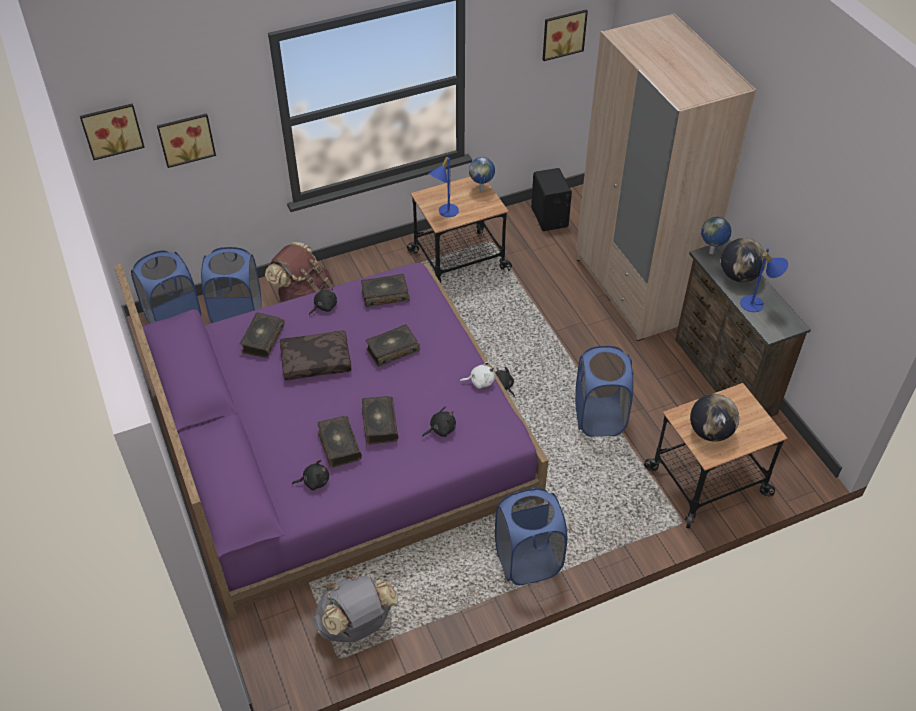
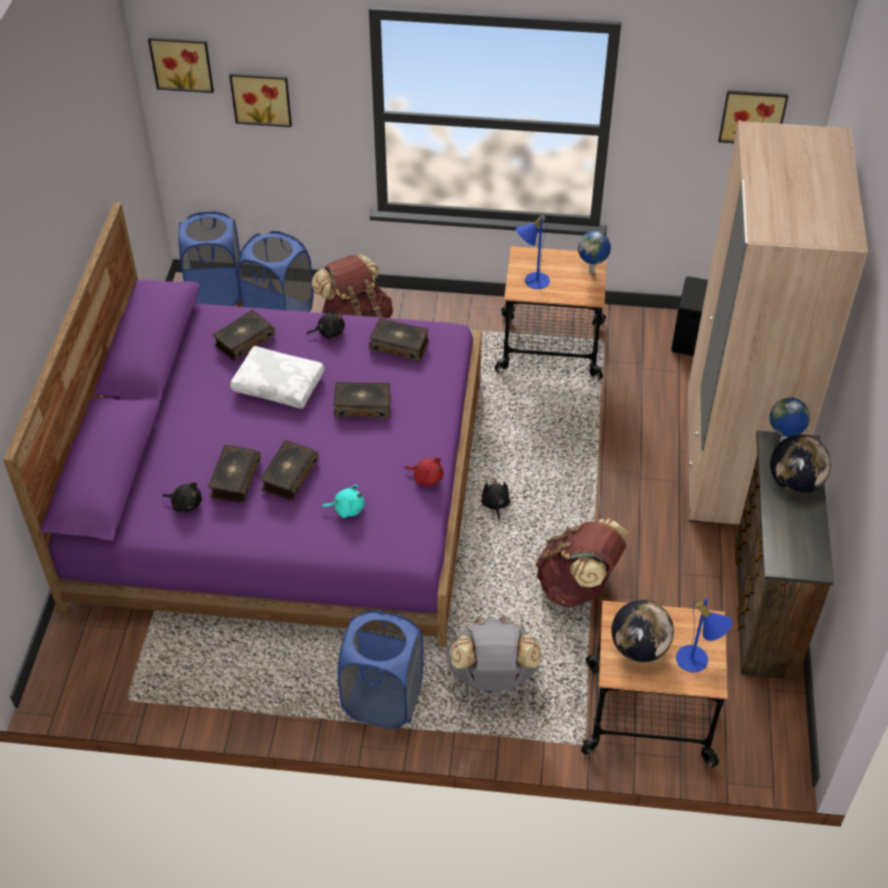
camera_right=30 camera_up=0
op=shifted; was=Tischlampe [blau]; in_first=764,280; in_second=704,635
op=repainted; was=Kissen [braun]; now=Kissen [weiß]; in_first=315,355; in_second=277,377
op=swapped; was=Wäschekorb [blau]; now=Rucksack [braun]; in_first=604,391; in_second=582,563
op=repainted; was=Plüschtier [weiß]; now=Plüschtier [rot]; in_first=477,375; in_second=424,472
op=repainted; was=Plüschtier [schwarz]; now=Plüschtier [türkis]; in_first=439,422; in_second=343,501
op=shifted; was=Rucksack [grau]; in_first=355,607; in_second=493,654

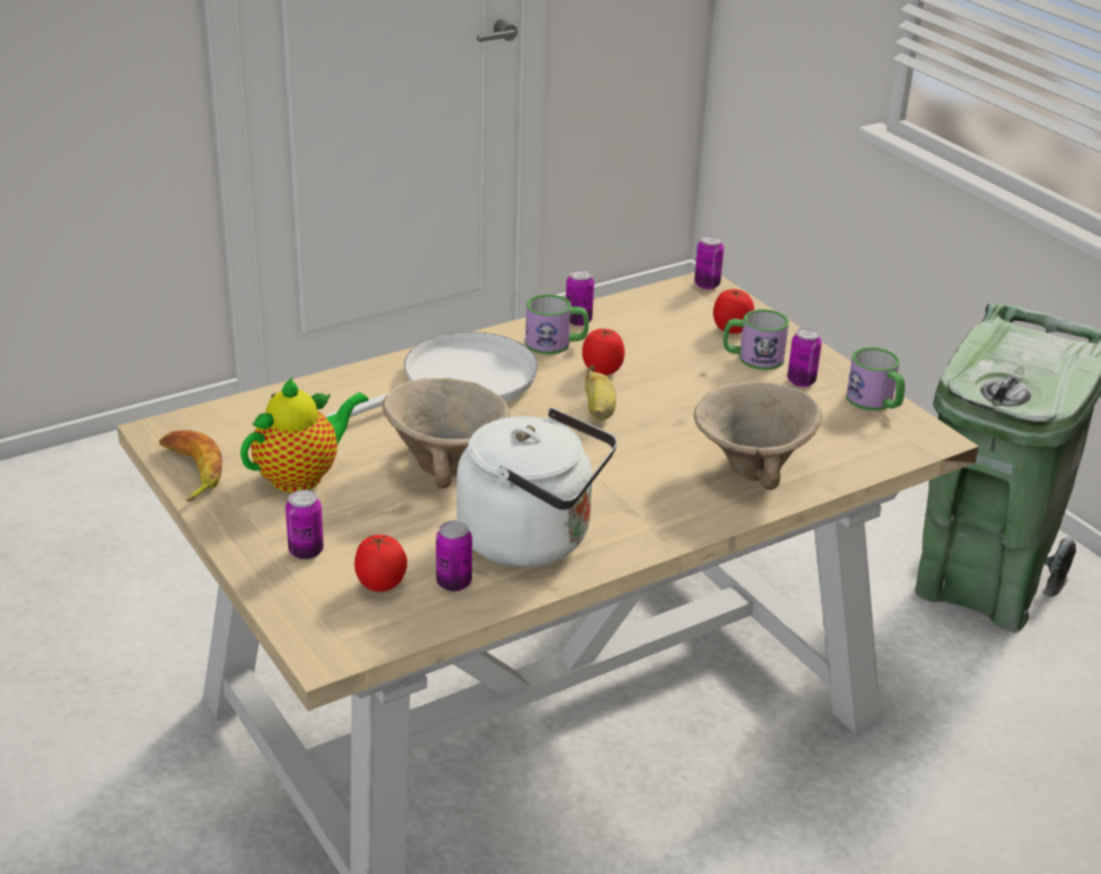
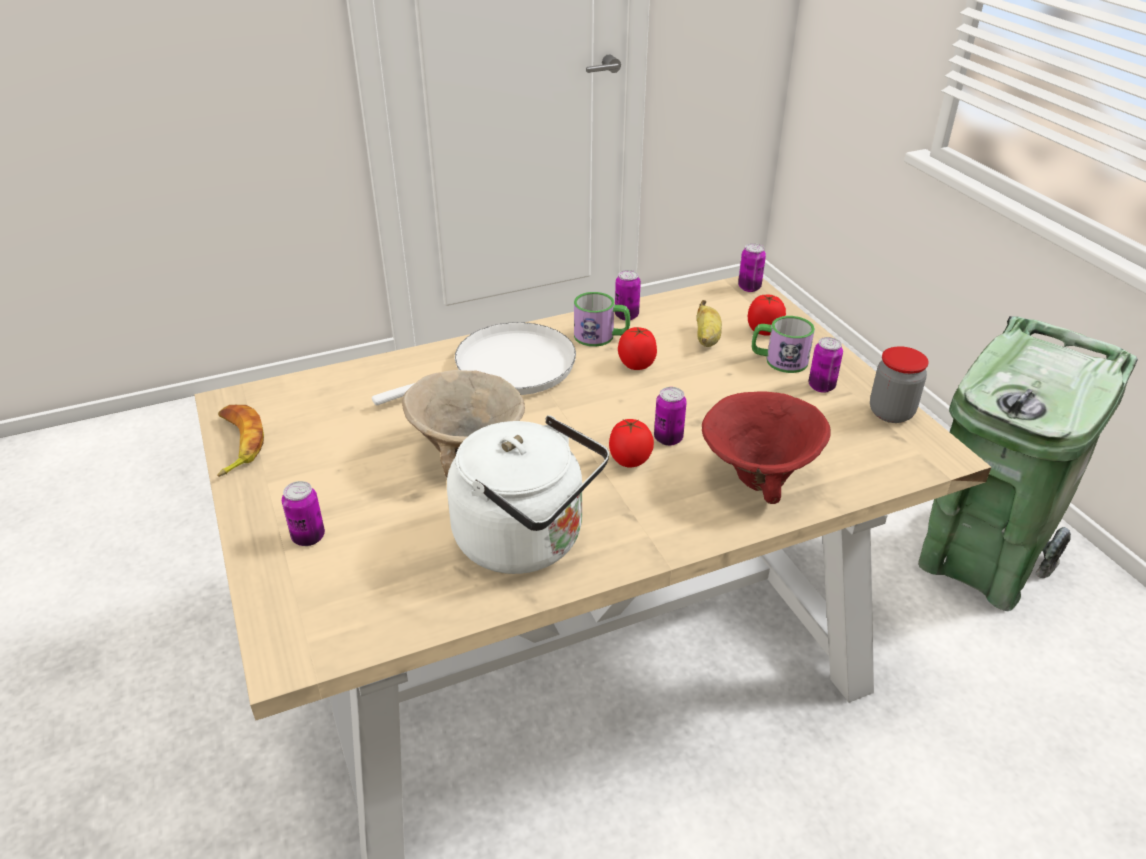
camera_right=10 camera_up=5
op=swapped; was=Henkelbecher; now=Vorratsglas; in_first=875,379; in_second=899,384
op=shifted; was=Banane; in_first=600,393; in_second=709,323
op=gone; was=Teekanne; in_first=304,435
op=repainted; was=Schüssel [beige]; now=Schüssel [rot]; in_first=758,436; in_second=766,447
op=shifted; was=Dose; in_first=454,556; in_second=670,416
op=shifted; was=Tomate; in_first=380,563; in_second=631,443

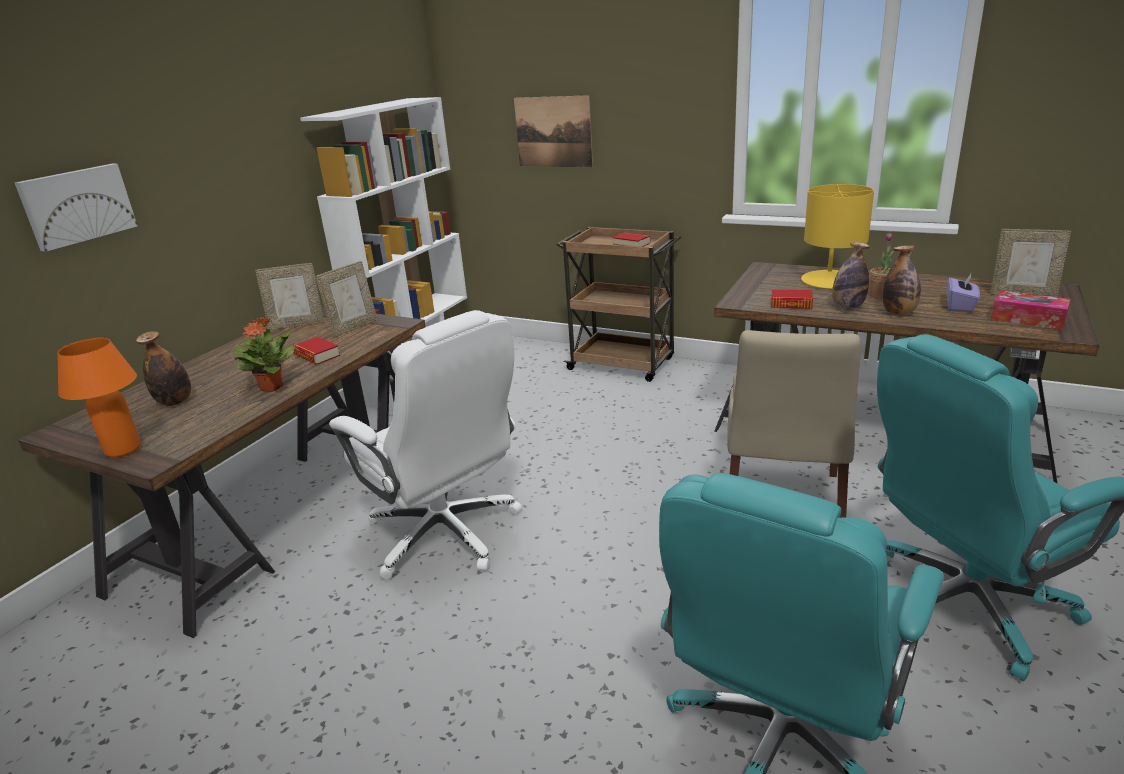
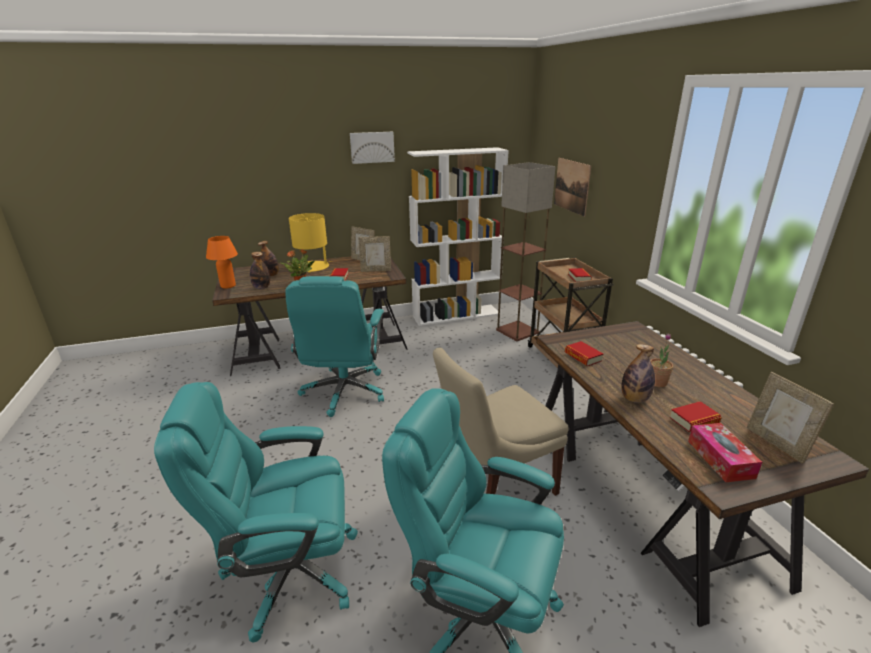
camera_right=45 camera_up=0
op=shifted; was=Bild; in_first=76,208; in_second=372,148
op=shifted; was=Tischlampe [gelb]; in_first=837,236; in_second=310,243
op=shifted; was=Flasche; in_first=851,275; in_second=260,270
op=swapped; was=Taschentuchbox [lila]; now=Buch; in_first=963,292; in_second=695,416
op=repainted; was=Bürostuhl [weiß]; now=Bürostuhl [türkis]; in_first=425,445; in_second=334,346
op=new; now=Stehlampe; in_second=526,251

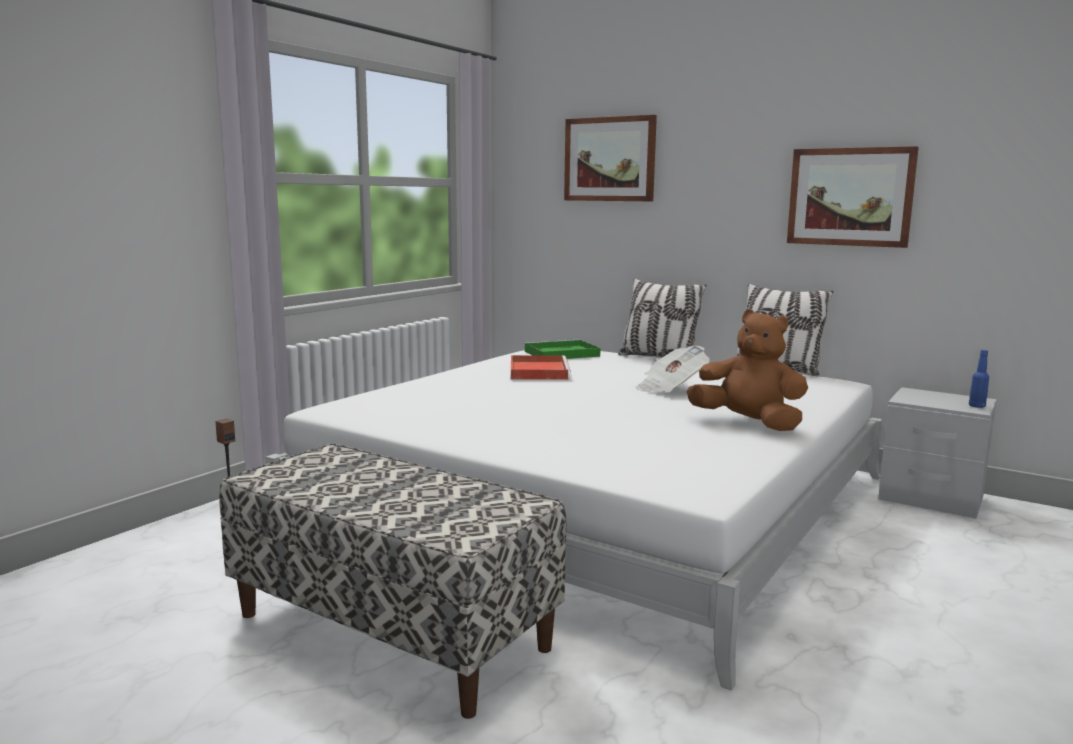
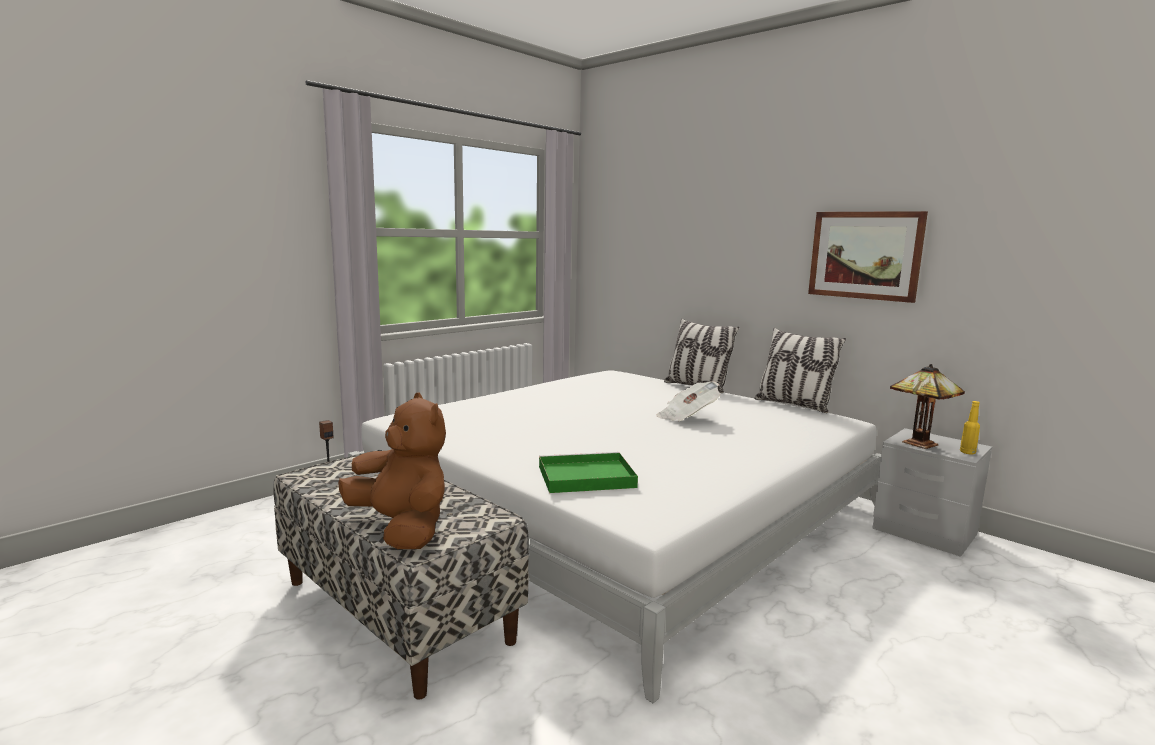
camera_right=10 camera_up=0
op=gone; was=Bild; in_first=610,158
op=shifted; was=Plüschtier [braun]; in_first=747,370; in_second=392,470
op=shifted; was=Tablett [grün]; in_first=562,349; in_second=588,472
op=repainted; was=Flasche [blau]; now=Flasche [gelb]; in_first=979,379; in_second=970,427
op=gone; was=Tablett [rot]; in_first=541,367
op=new; now=Tischlampe; in_second=927,406

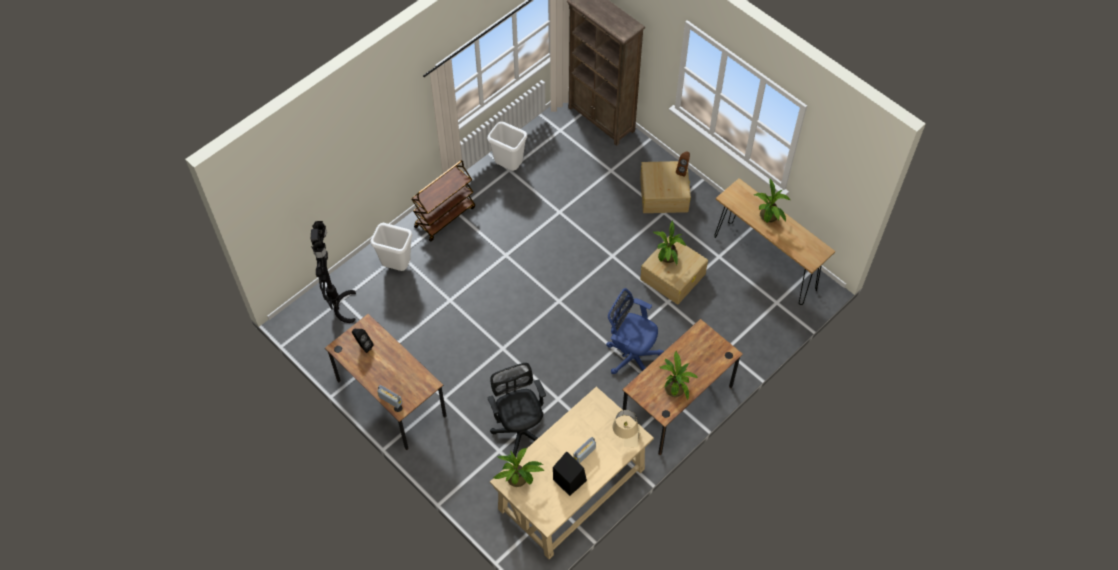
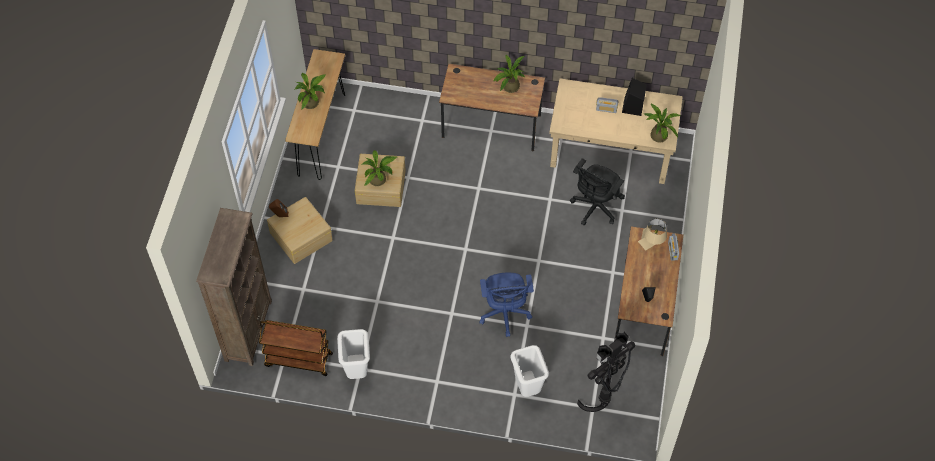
camera_right=-125 camera_up=0
op=shifted; was=Rollwagen [braun]; in_first=443,201; in_second=296,348
op=shifted; was=Bürostuhl [blau]; in_first=635,331; in_second=506,305
op=shifted; was=Tischlampe [beige]; in_first=627,428; in_second=652,234

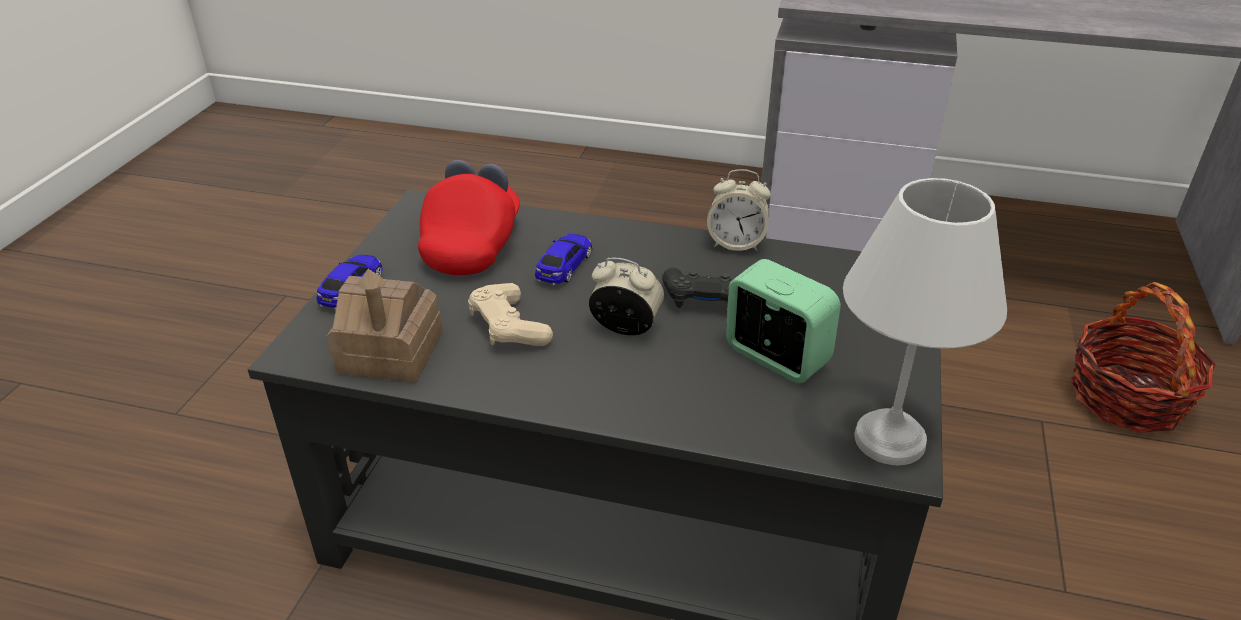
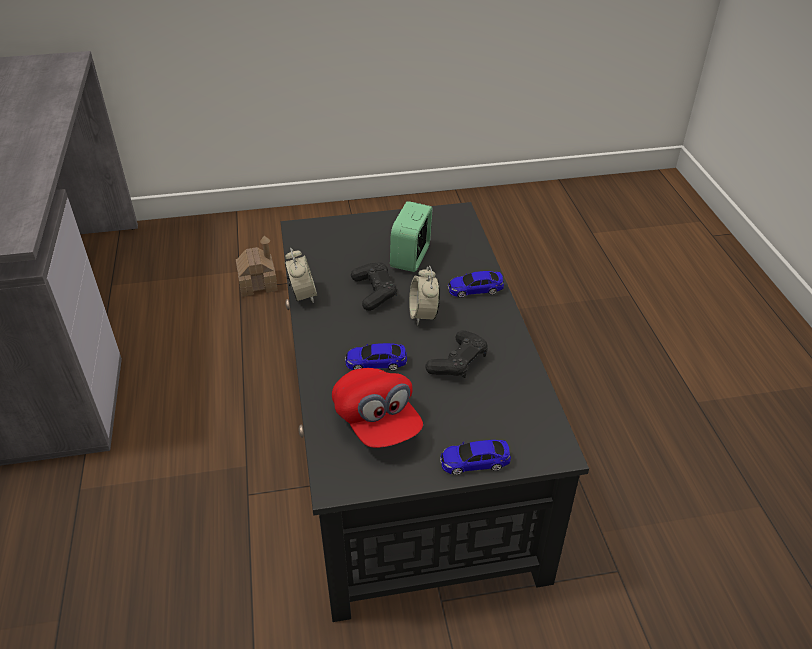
camera_right=-115 camera_up=5
op=rotated; was=Kappe [rot]; in_first=469,217; in_second=377,408; clockwise=-105
op=gone; was=Tischlampe [weiß]; in_first=925,321
op=shifted; was=Spielzeughaus; in_first=385,325; in_second=257,266
op=gone; was=Korb; in_first=1143,357
op=repainted; was=Gamepad [beige]; now=Gamepad [schwarz]; in_first=510,314; in_second=456,354
op=new; now=Spielzeugauto; in_second=476,284

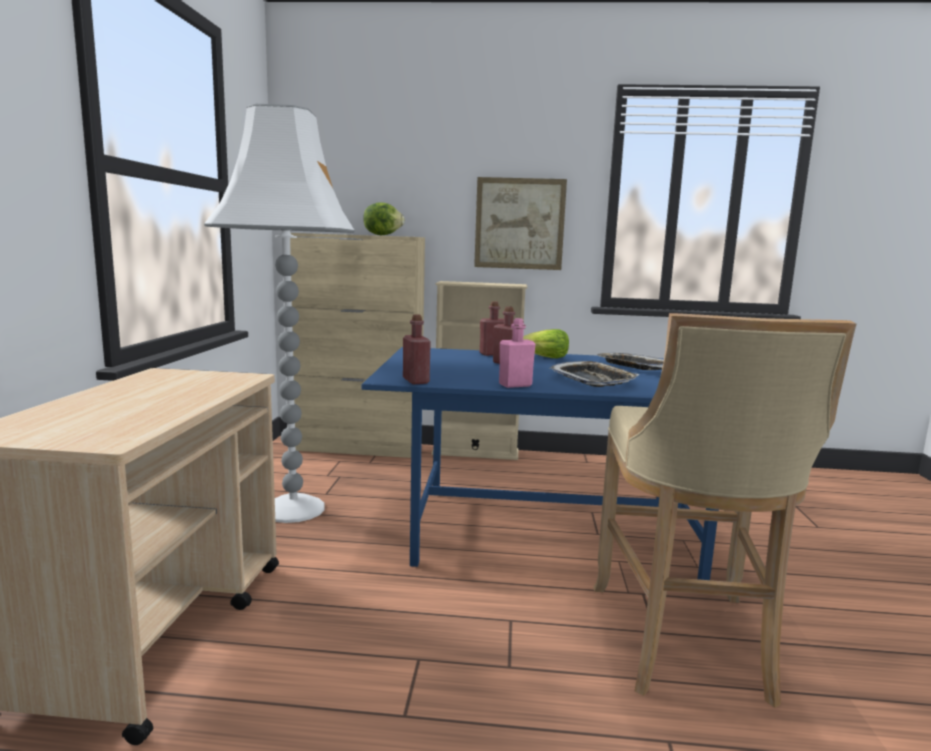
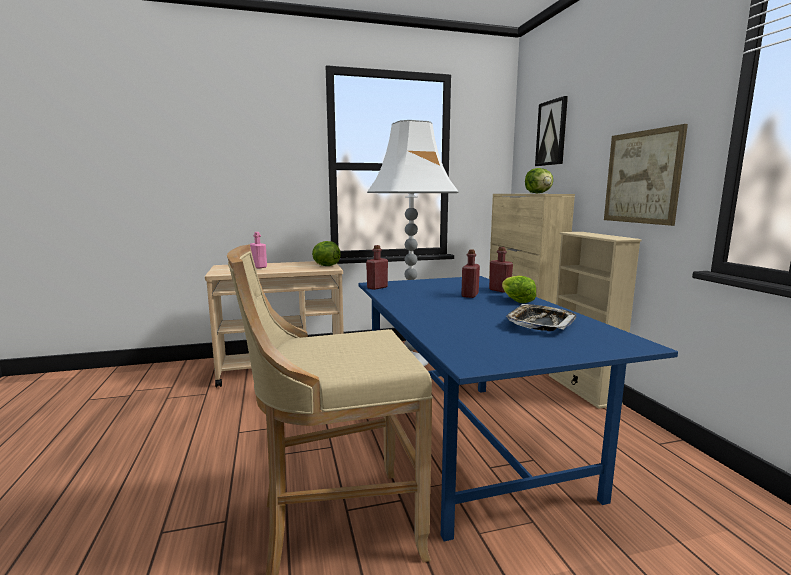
camera_right=70 camera_up=0
op=shifted; was=Flasche [rosa]; in_first=517,353; in_second=258,250
op=gone; was=Tablett; in_first=594,374
op=new; now=Bild; in_second=551,131
op=new; now=Salatkopf; in_second=326,253

